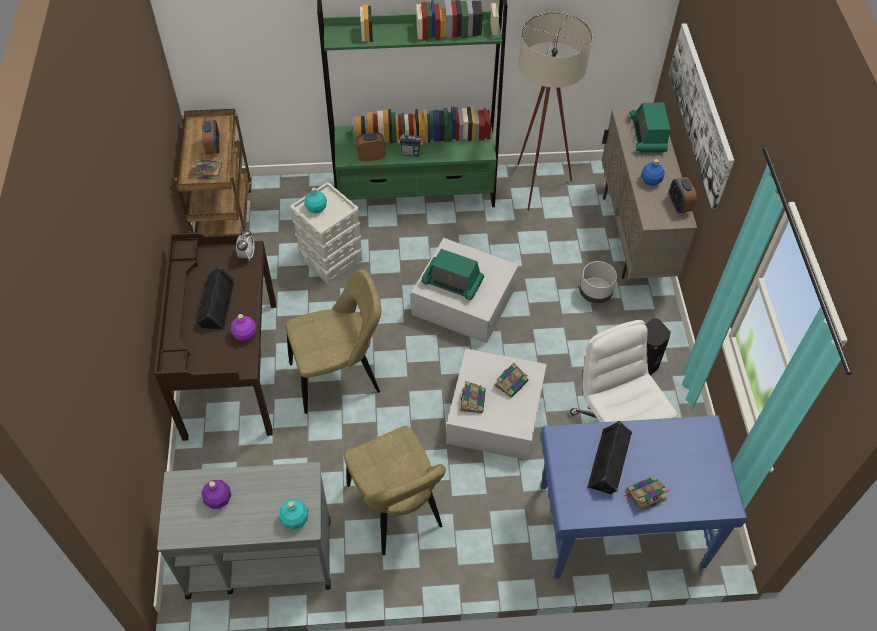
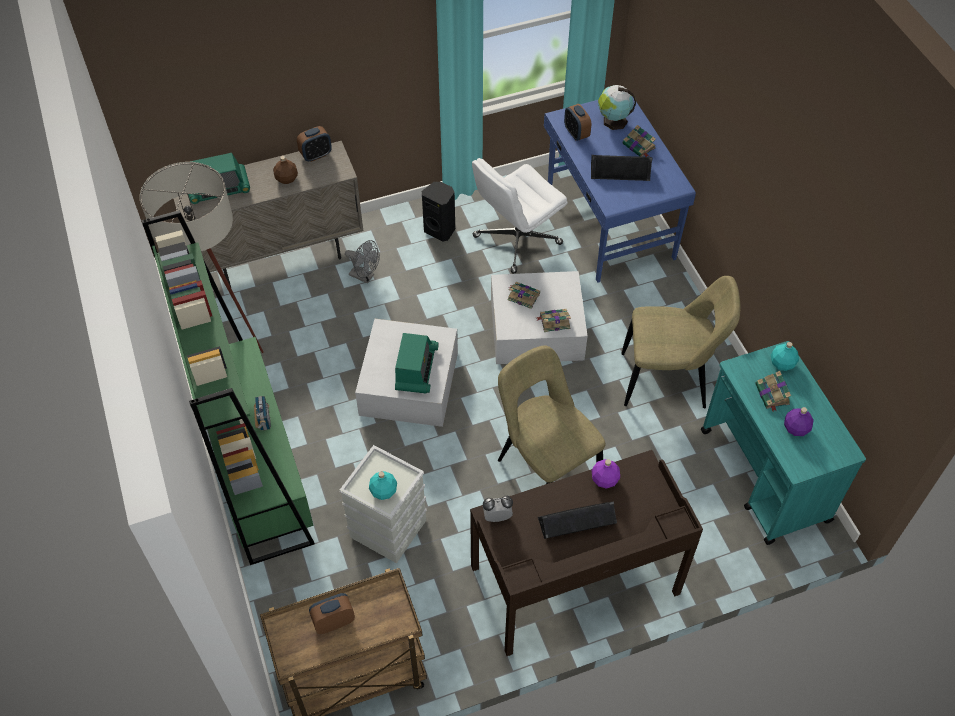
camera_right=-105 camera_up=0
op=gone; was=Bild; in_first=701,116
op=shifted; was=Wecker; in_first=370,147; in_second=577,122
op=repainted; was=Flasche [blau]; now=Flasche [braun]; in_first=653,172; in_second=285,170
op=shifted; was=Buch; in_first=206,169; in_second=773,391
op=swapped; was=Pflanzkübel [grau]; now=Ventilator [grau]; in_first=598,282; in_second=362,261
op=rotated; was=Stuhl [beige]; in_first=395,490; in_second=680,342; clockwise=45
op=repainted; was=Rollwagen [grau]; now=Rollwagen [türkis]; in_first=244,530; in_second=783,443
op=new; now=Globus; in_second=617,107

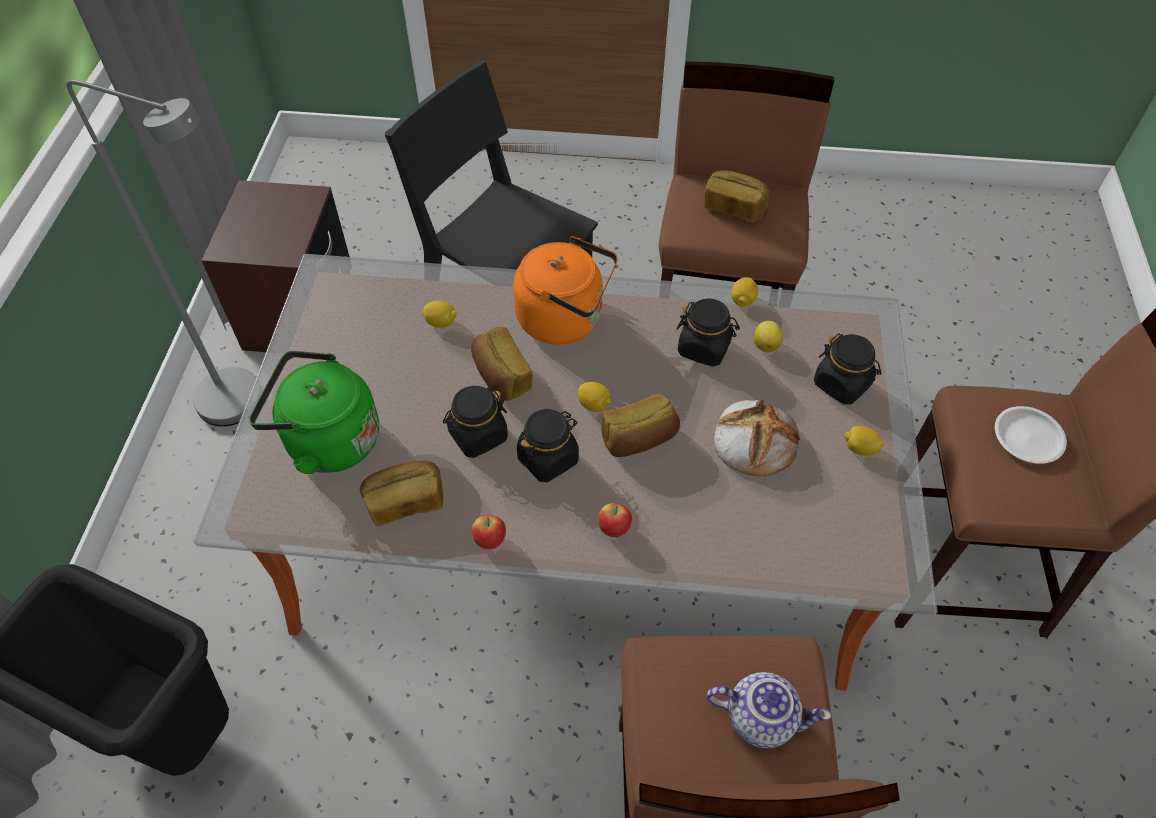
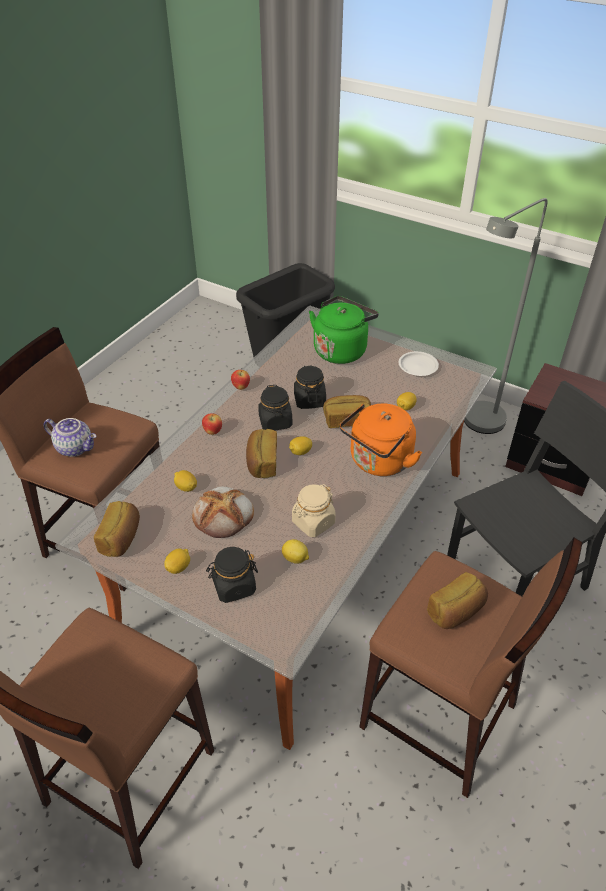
camera_right=115 camera_up=-10
op=shifted; was=Zitrone; in_first=744,292; in_second=185,481
op=repainted; was=Vorratsglas [schwarz]; now=Vorratsglas [beige]; in_first=708,333; in_second=314,510
op=shifted; was=Teller [weiß]; in_first=1031,435; in_second=419,363
op=shifted; was=Brot; in_first=401,493; in_second=117,529
op=rotated; was=Teekanne; in_first=769,710; in_second=69,437; clockwise=-105

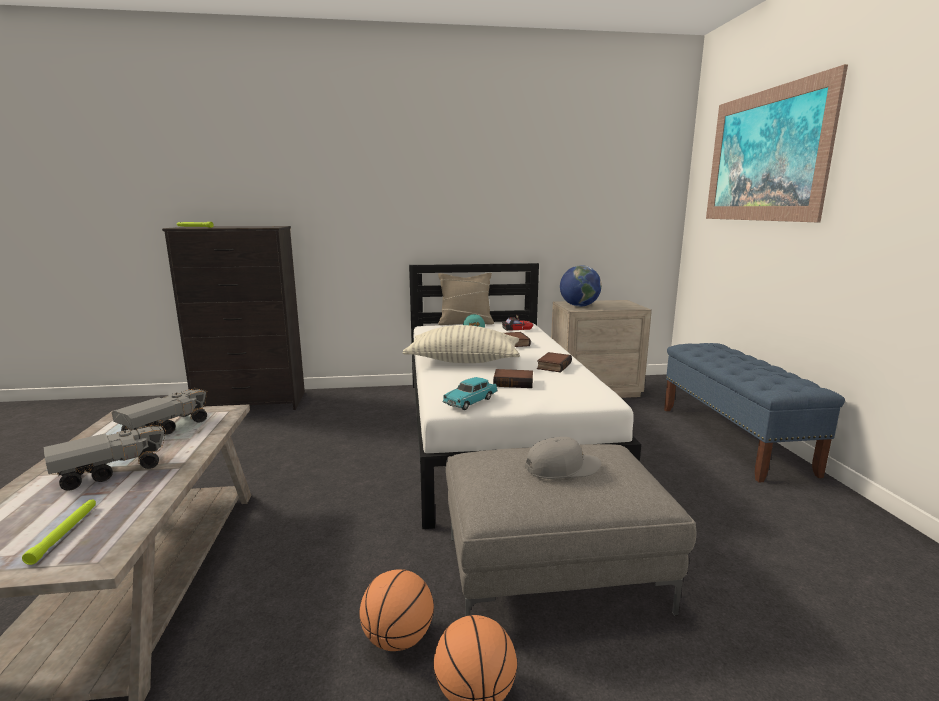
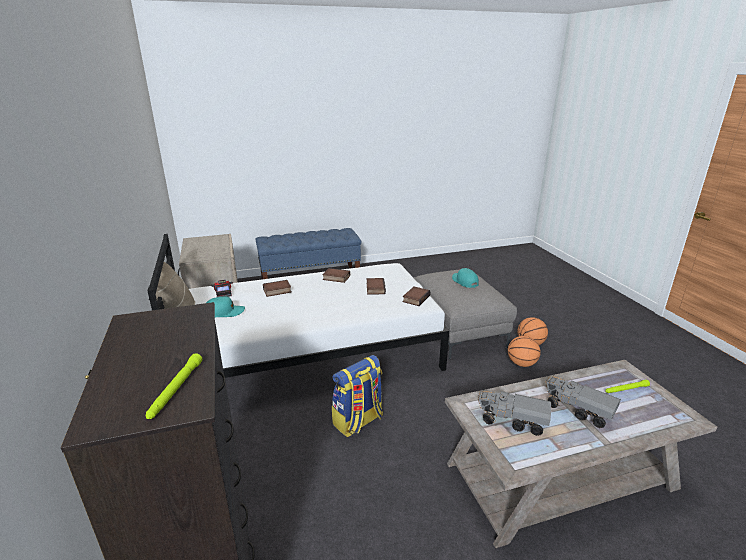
camera_right=-100 camera_up=10
op=gone; was=Bild; in_first=777,143
op=gone; was=Globus; in_first=581,286
op=gone; was=Kissen; in_first=461,344
op=swapped; was=Spielzeugauto [türkis]; now=Buch; in_first=470,393; in_second=417,296
op=repainted; was=Kappe [grau]; now=Kappe [türkis]; in_first=563,458; in_second=465,278
op=new; now=Rucksack; in_second=357,396

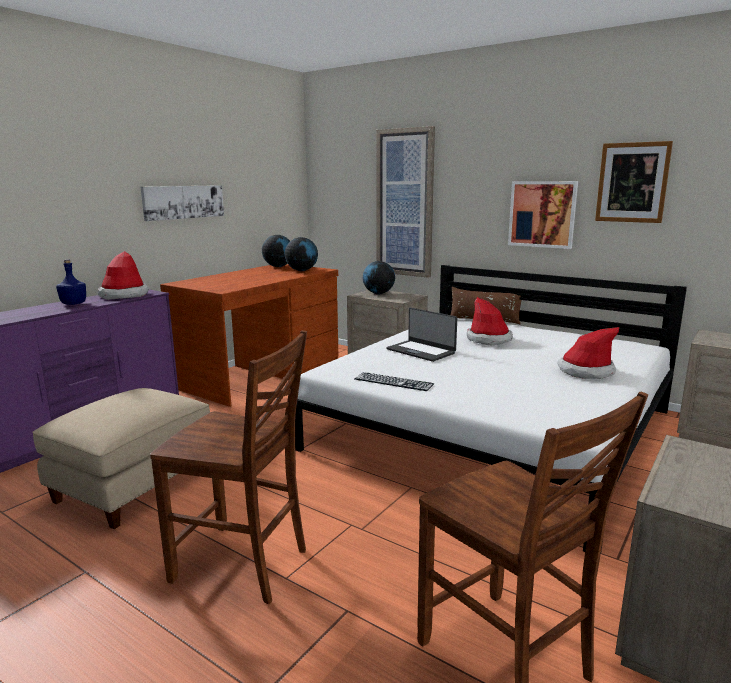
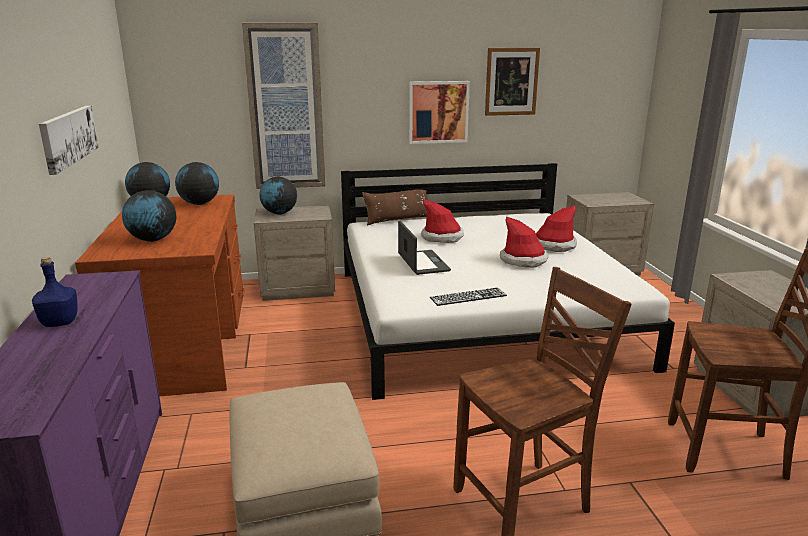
camera_right=-45 camera_up=5
op=shifted; was=Hut; in_first=123,275; in_second=524,242
op=rotated; was=Laptop; in_first=421,335; in_second=424,248; clockwise=-105
op=new; now=Globus; in_second=149,216

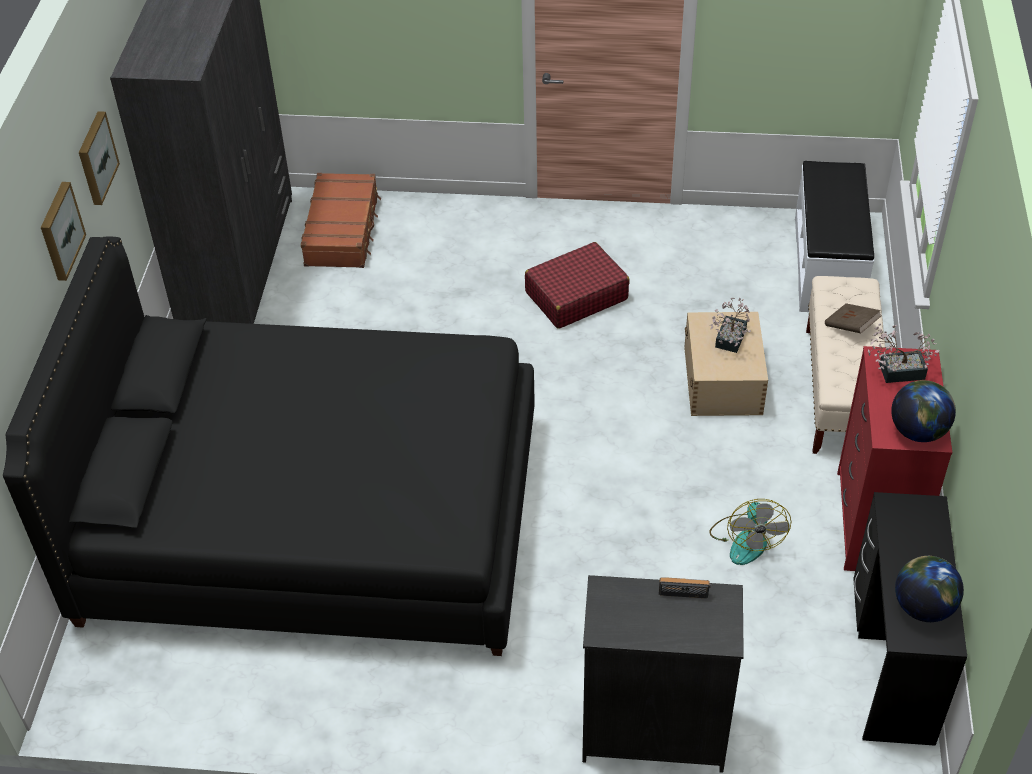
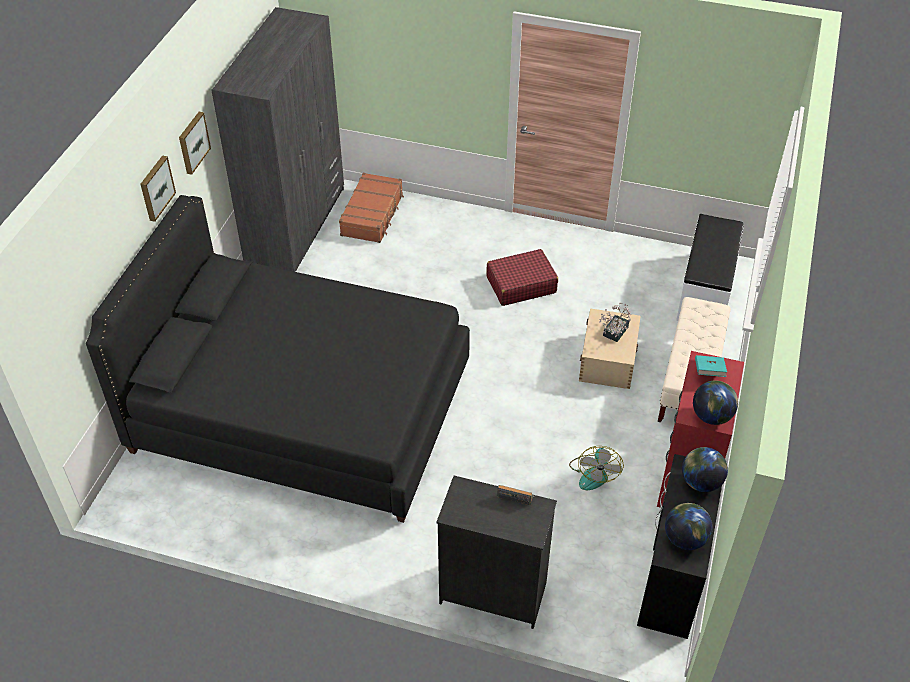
camera_right=10 camera_up=0
op=gone; was=Buch [braun]; in_first=853,318
op=swapped; was=Topfpflanze; now=Buch [türkis]; in_first=903,353; in_second=711,366
op=new; now=Globus; in_second=705,469

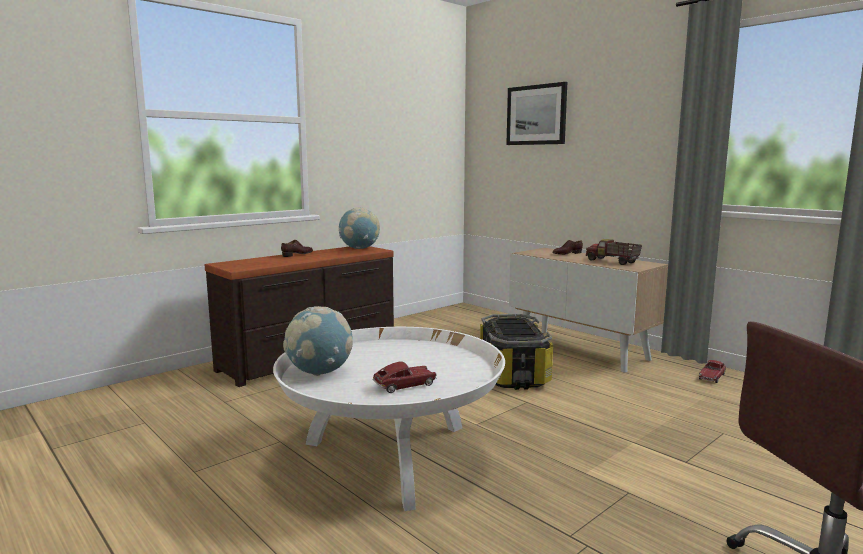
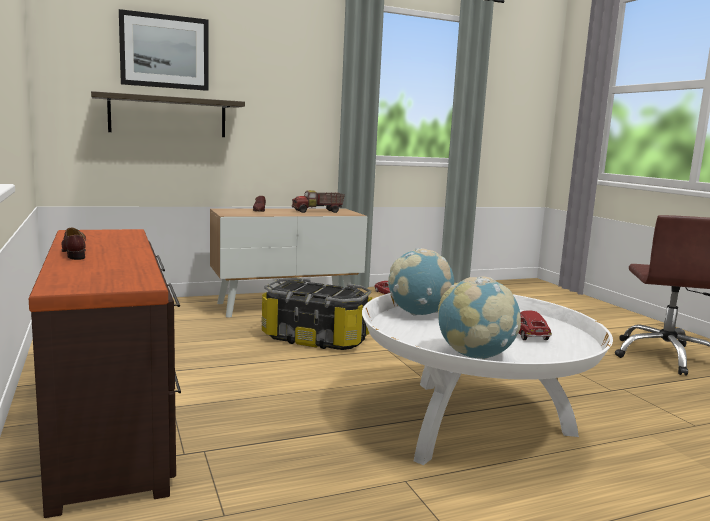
camera_right=-70 camera_up=0
op=shifted; was=Globus; in_first=359,228; in_second=421,282
op=new; now=Wandregal; in_second=168,114

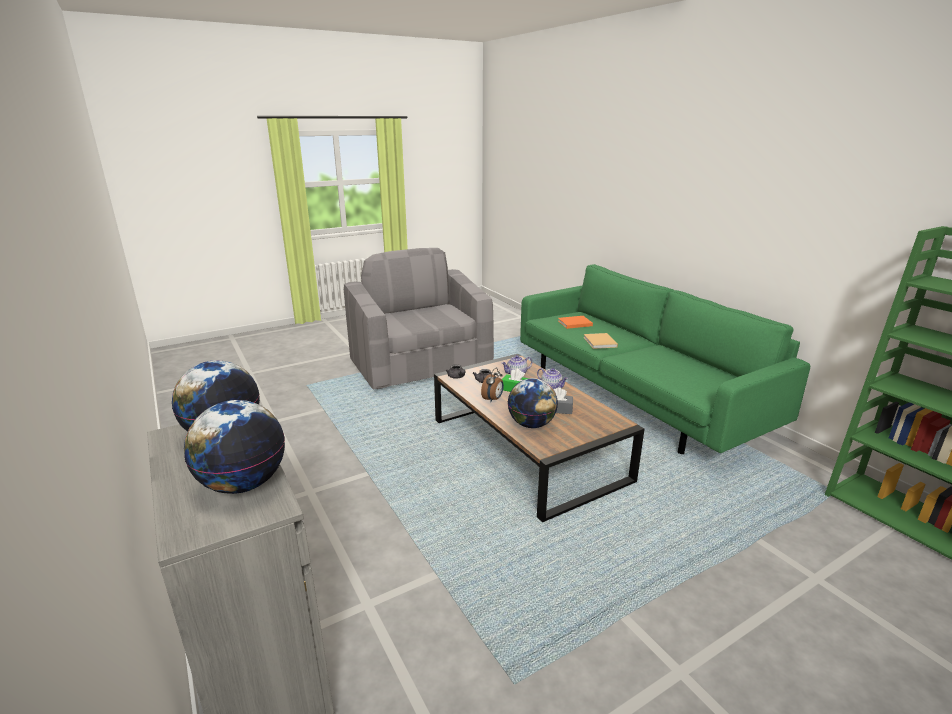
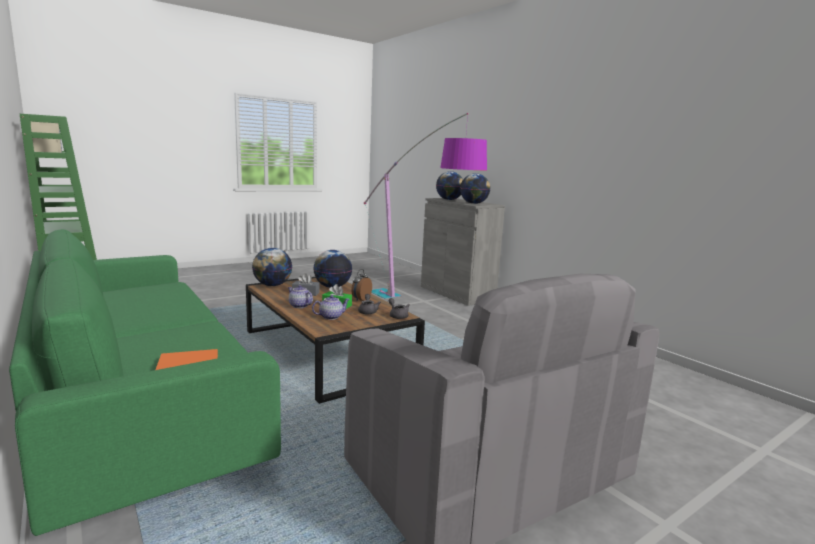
camera_right=175 camera_up=-10
op=gone; was=Buch [beige]; in_first=600,341
op=new; now=Stehlampe; in_second=425,206
op=new; now=Globus; in_second=272,267

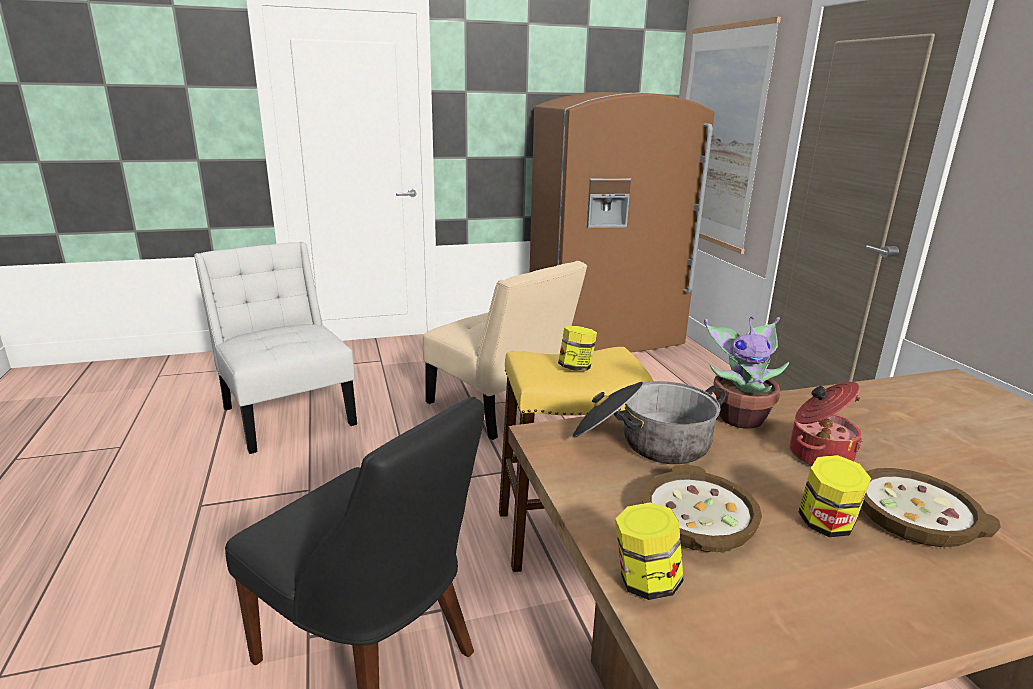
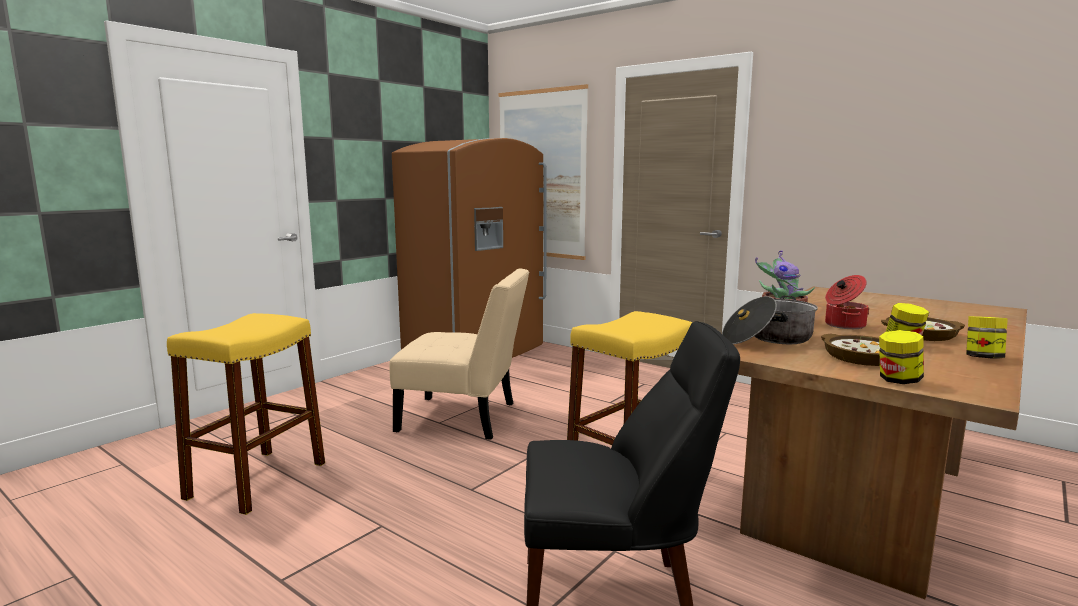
camera_right=-35 camera_up=-10
op=swapped; was=Stuhl [weiß]; now=Hocker [gelb]; in_first=275,348; in_second=246,414
op=shifted; was=Vorratsglas; in_first=577,348; in_second=987,337

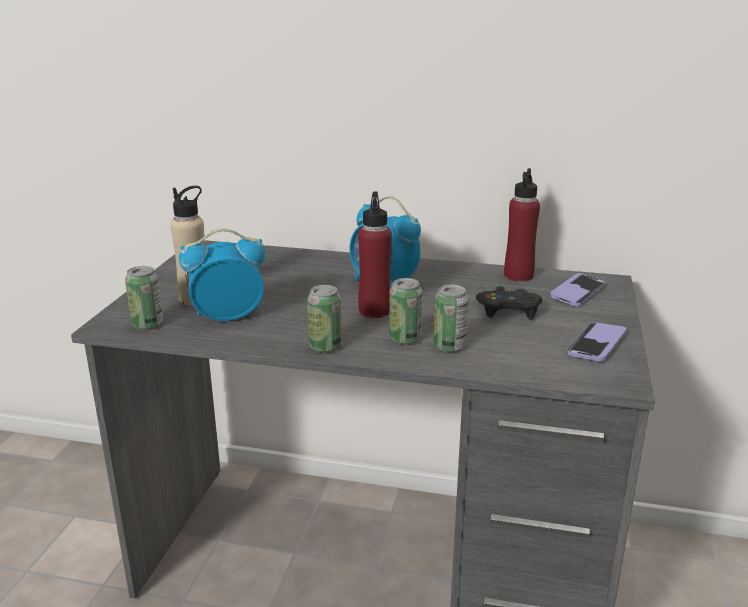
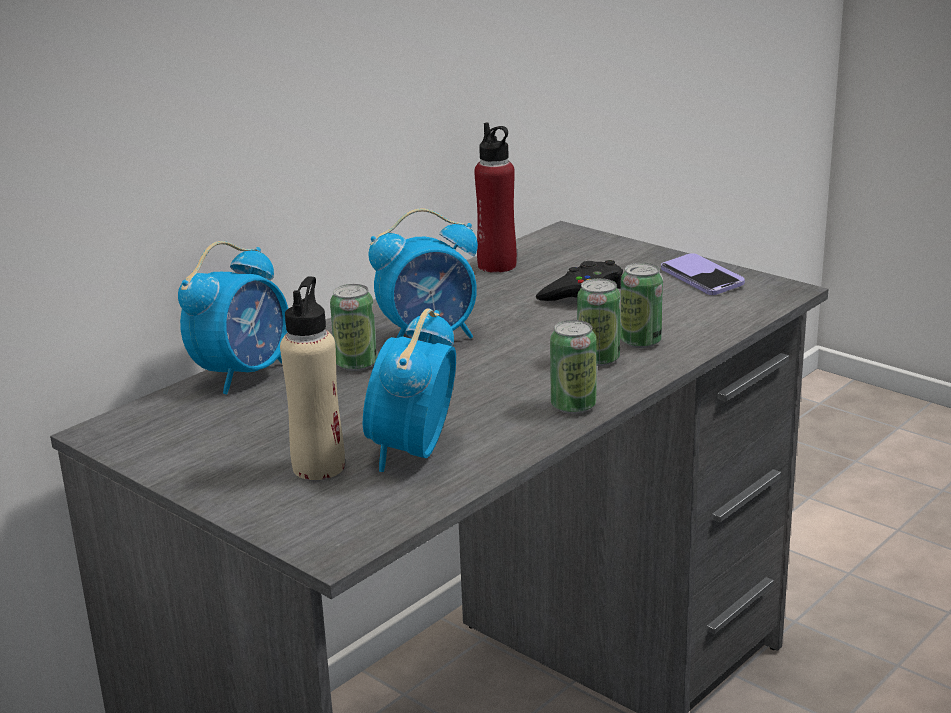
camera_right=-60 camera_up=0
op=gone; was=Flasche [rot]; in_first=375,255
op=shifted; was=Dose; in_first=144,298; in_second=353,327
op=gone; was=Handy; in_first=578,290
op=new; now=Wecker; in_second=233,317

